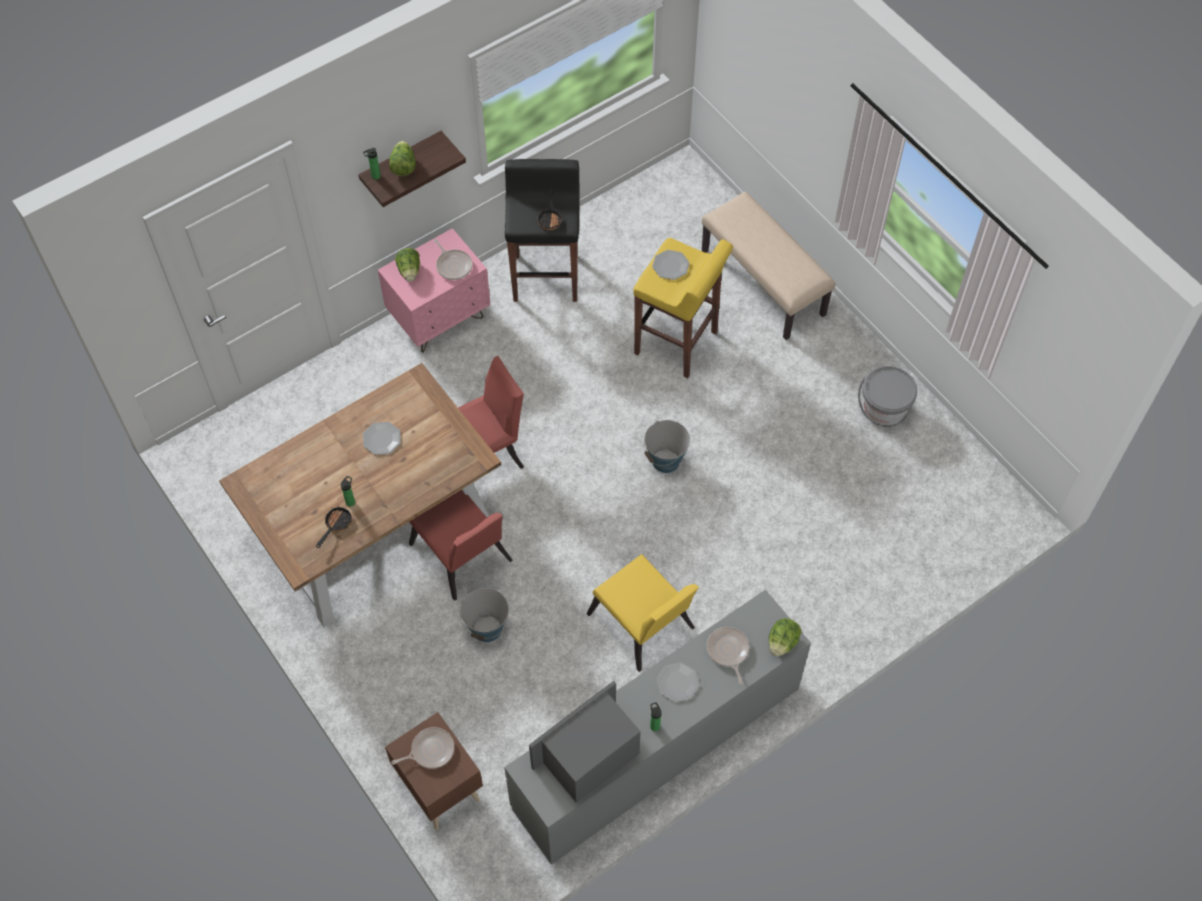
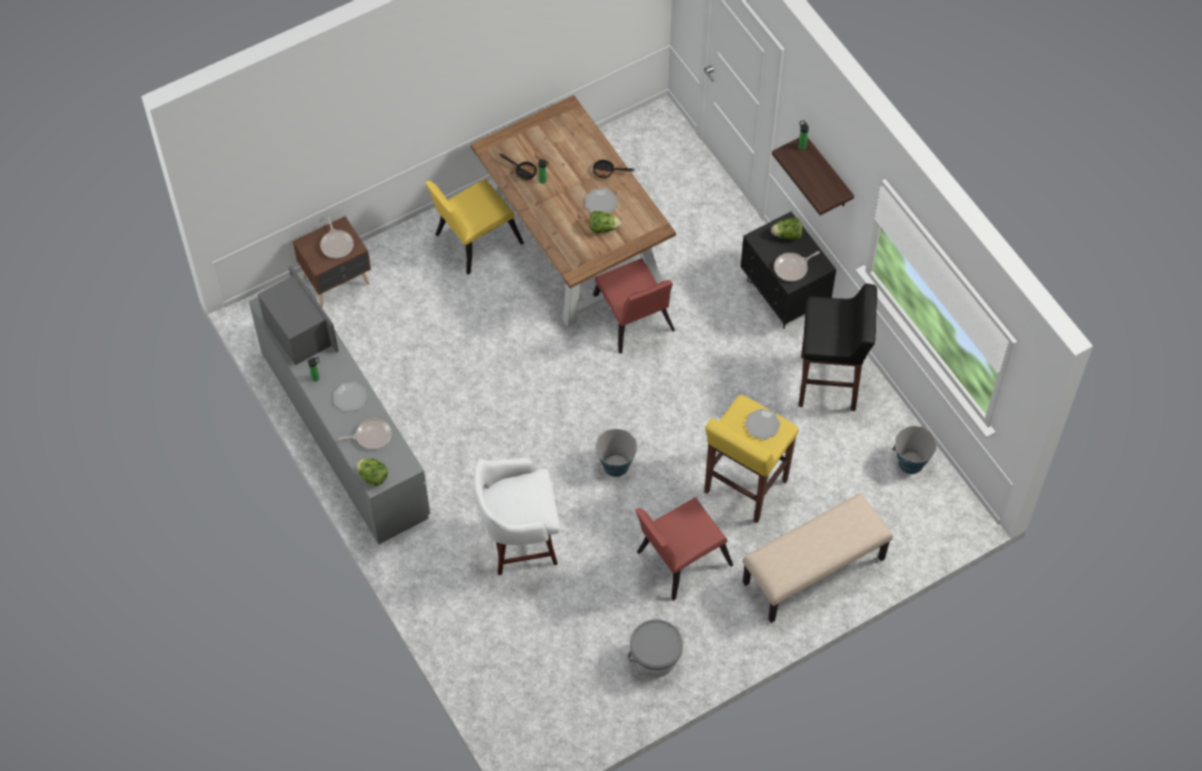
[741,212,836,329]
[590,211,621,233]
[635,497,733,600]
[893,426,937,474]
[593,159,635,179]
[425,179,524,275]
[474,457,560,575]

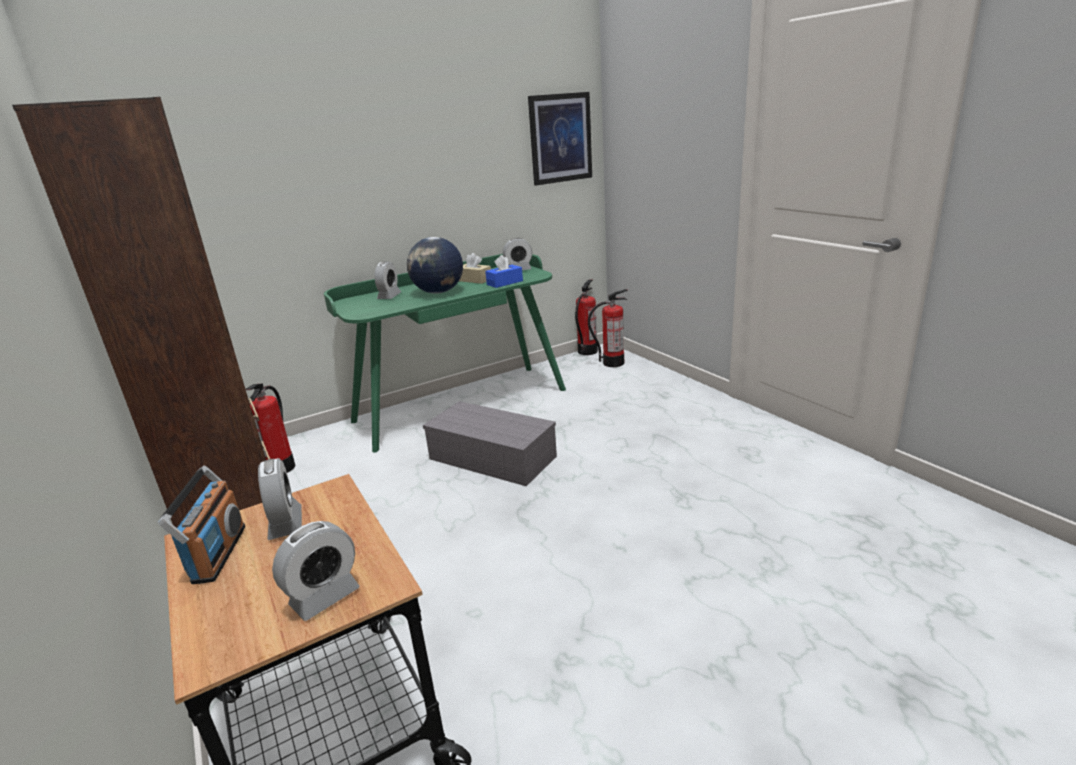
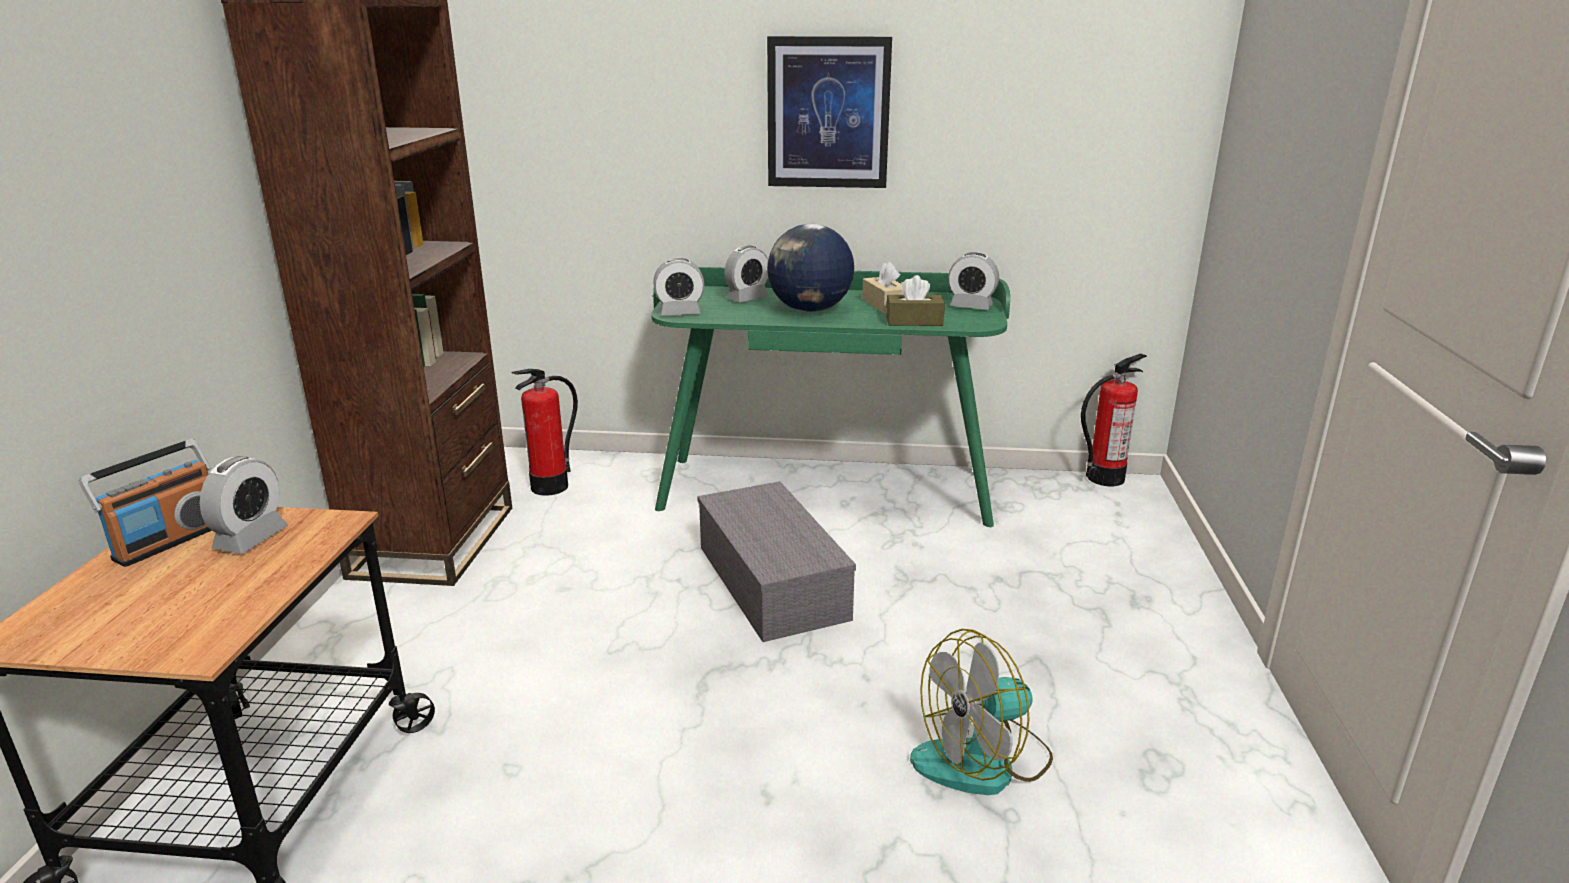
[653,258,705,316]
[886,275,945,326]
[767,36,892,188]
[588,289,628,367] (first image)
[910,629,1053,795]

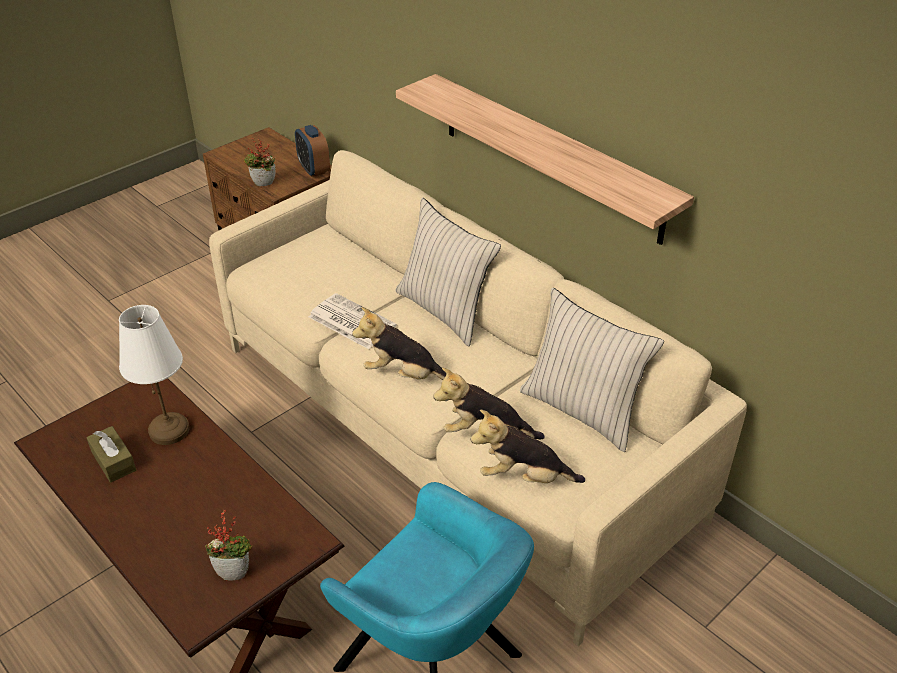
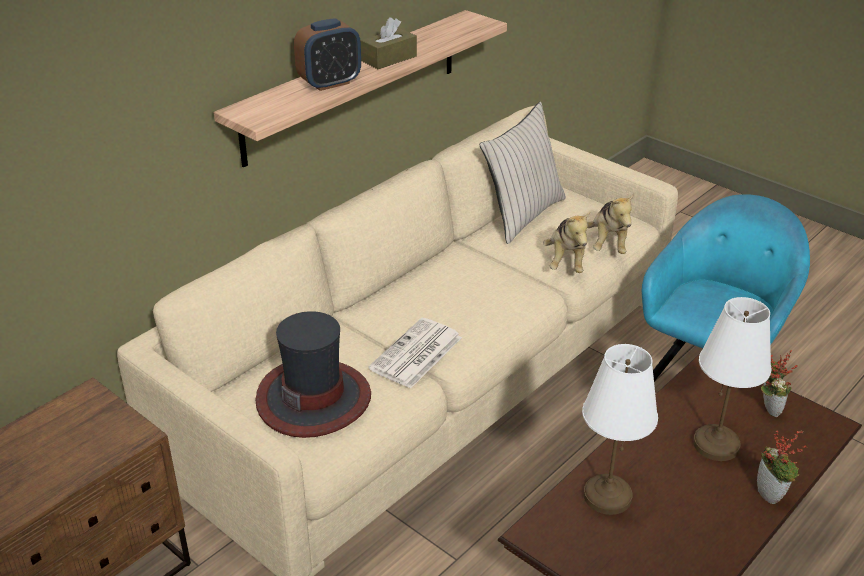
[361,17,417,69]
[757,430,807,504]
[294,18,361,91]
[352,307,446,380] (first image)
[395,197,501,346] (first image)
[255,311,371,438]
[693,297,771,461]

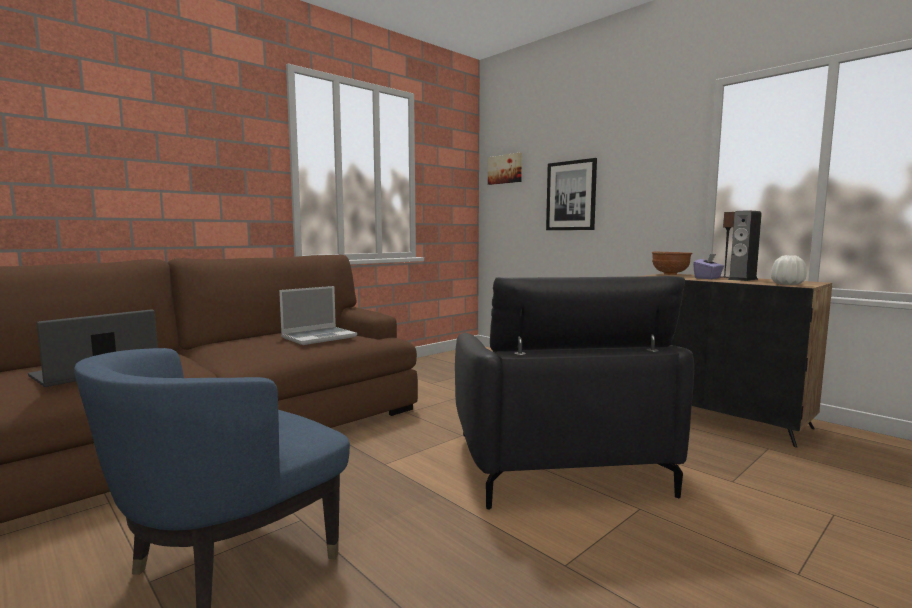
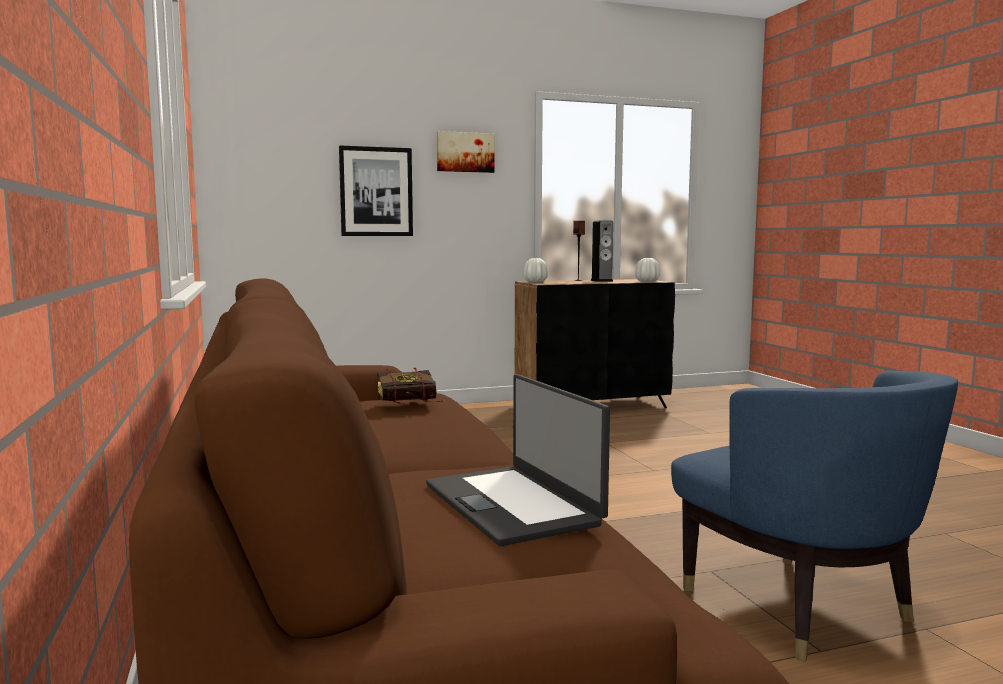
[377,368,444,404]
[455,276,694,510] (first image)
[437,131,494,173]
[524,258,548,282]
[693,254,724,279] (first image)

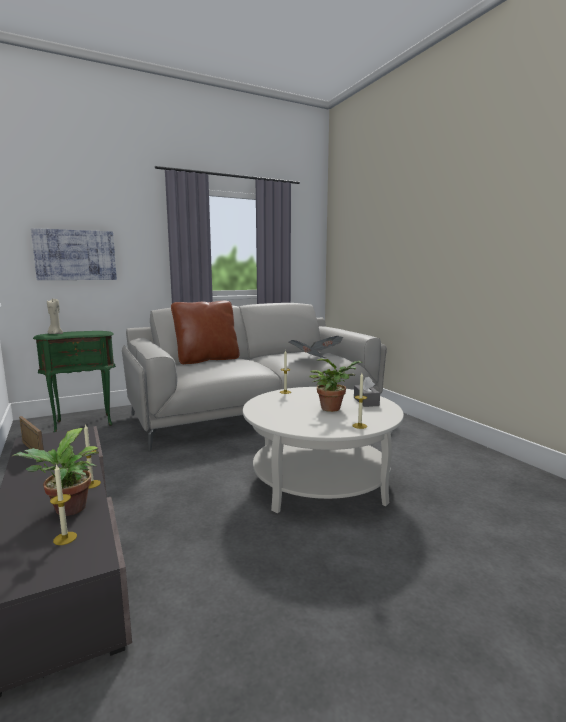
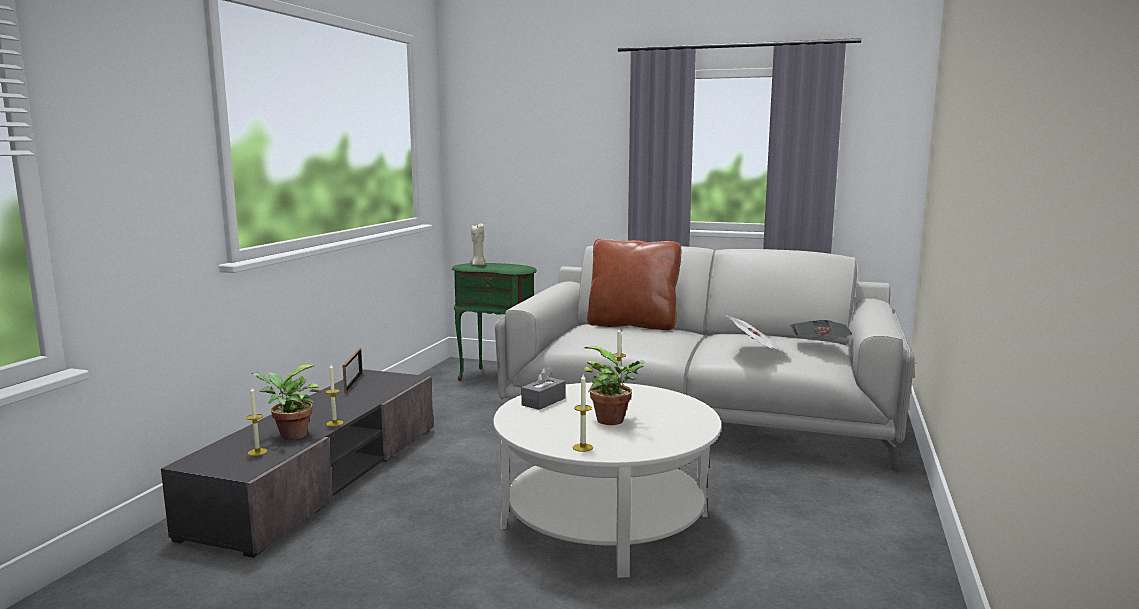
[31,228,117,280] (first image)
[521,367,565,410]

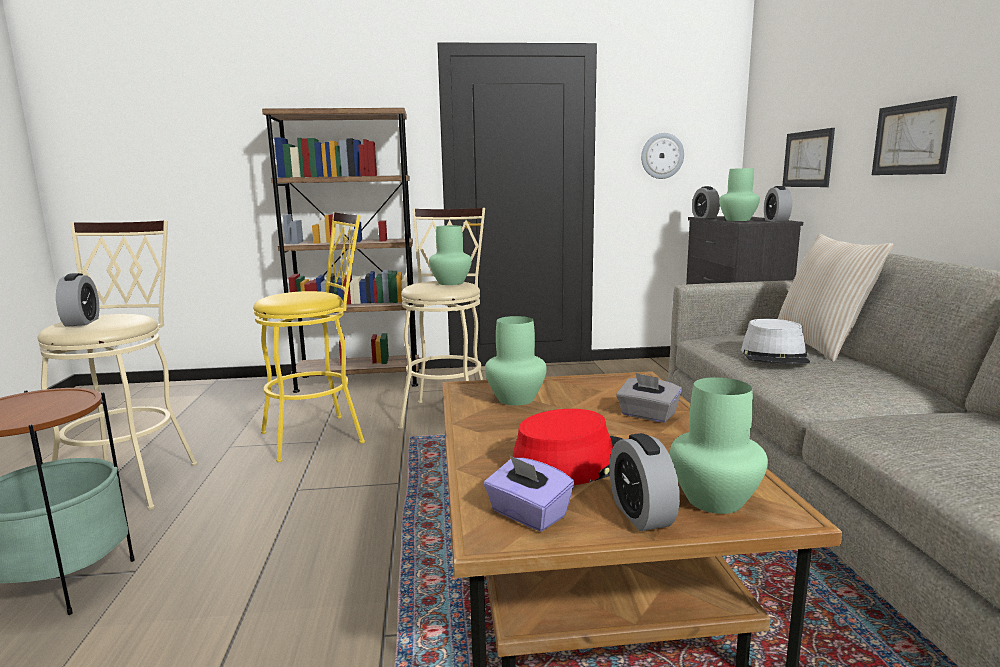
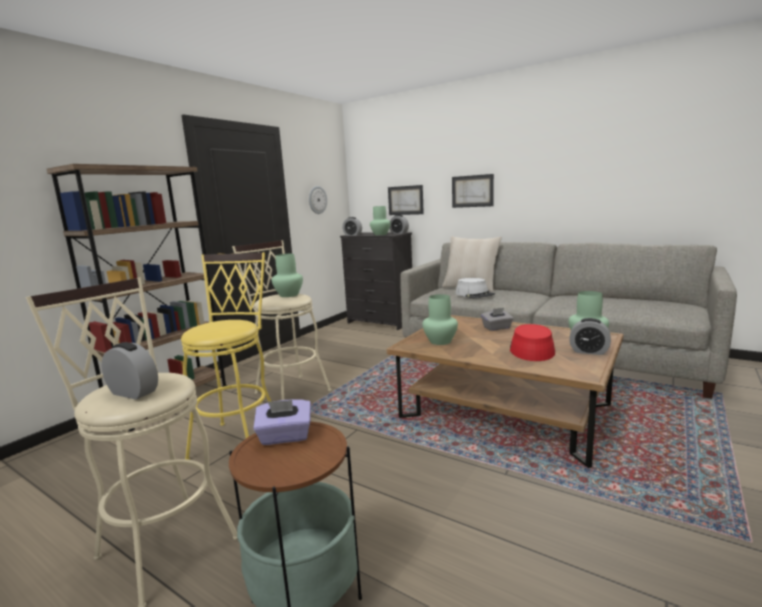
[253,399,311,445]

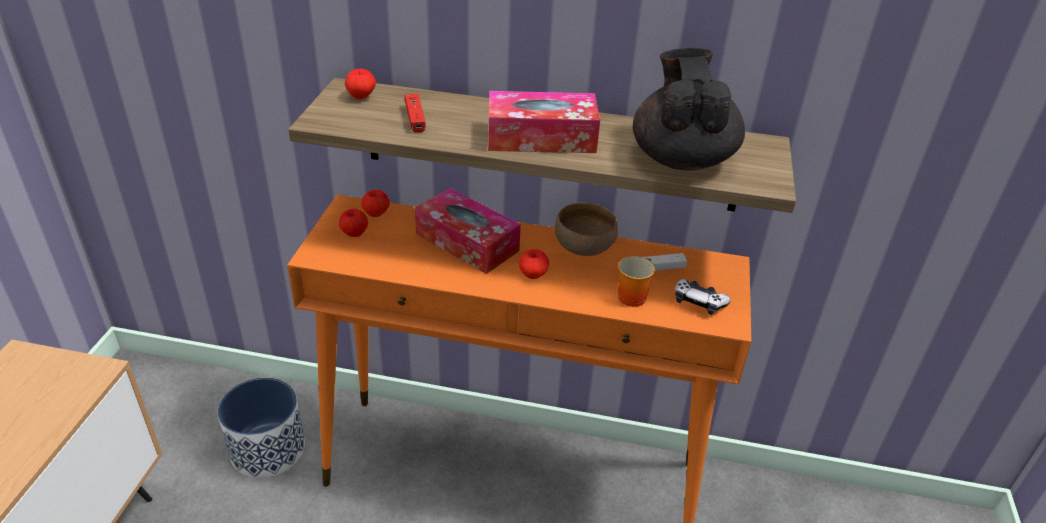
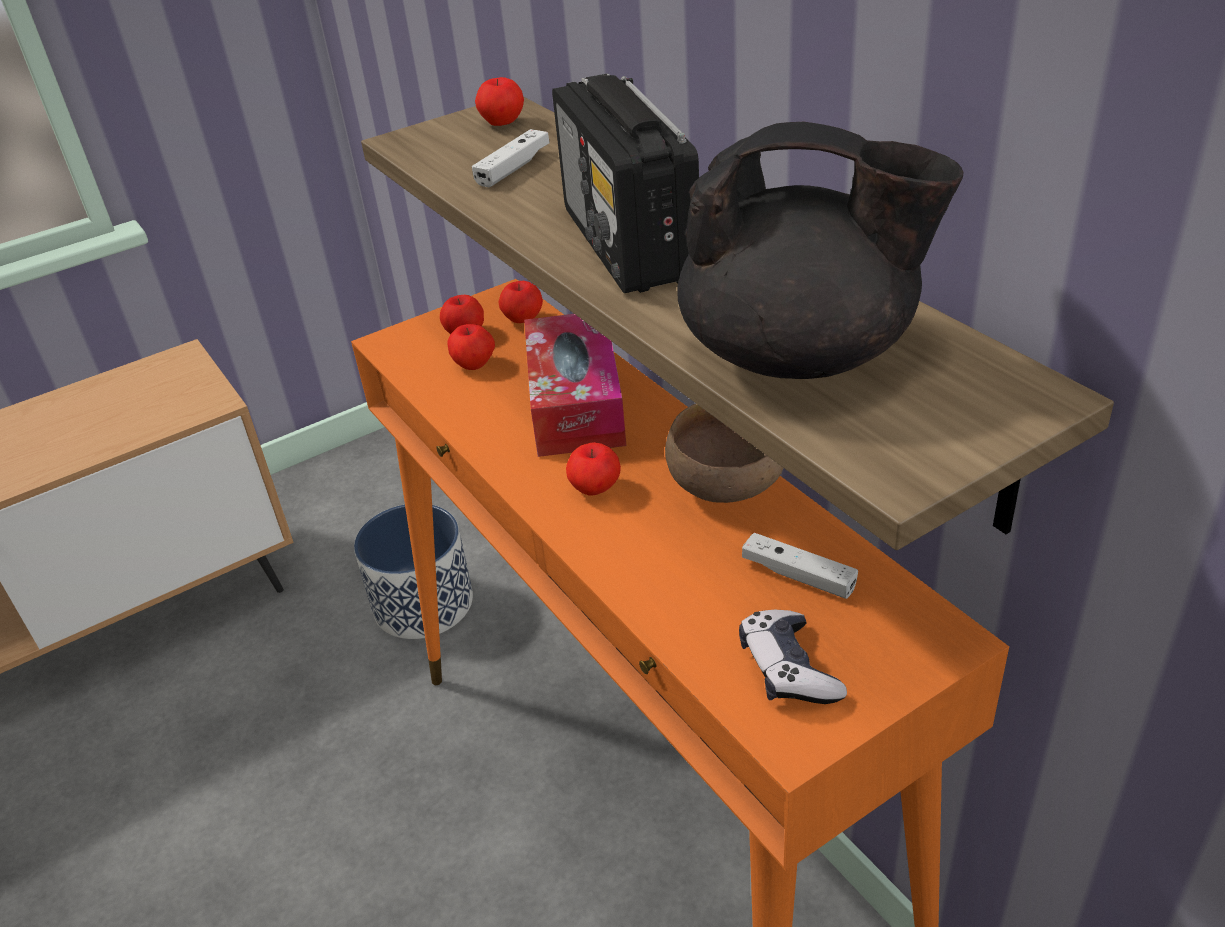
[472,129,550,187]
[552,74,699,293]
[618,256,655,307] (first image)
[677,122,964,379]
[447,324,495,370]

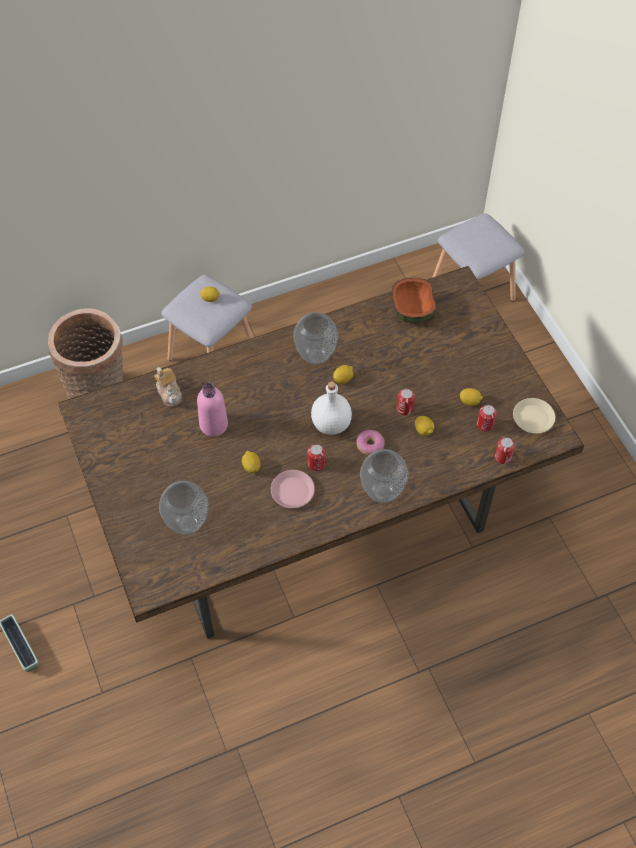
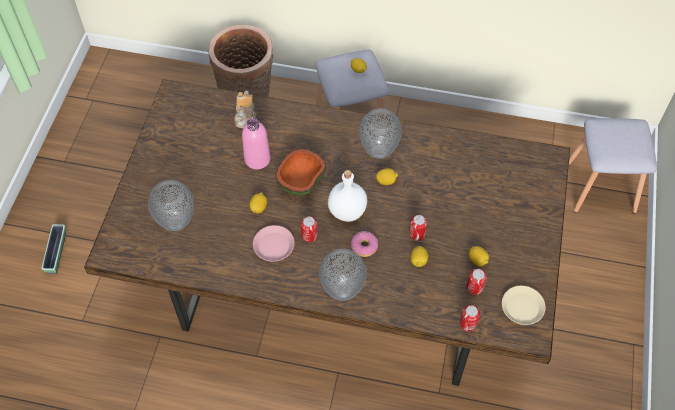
[275,149,326,196]

